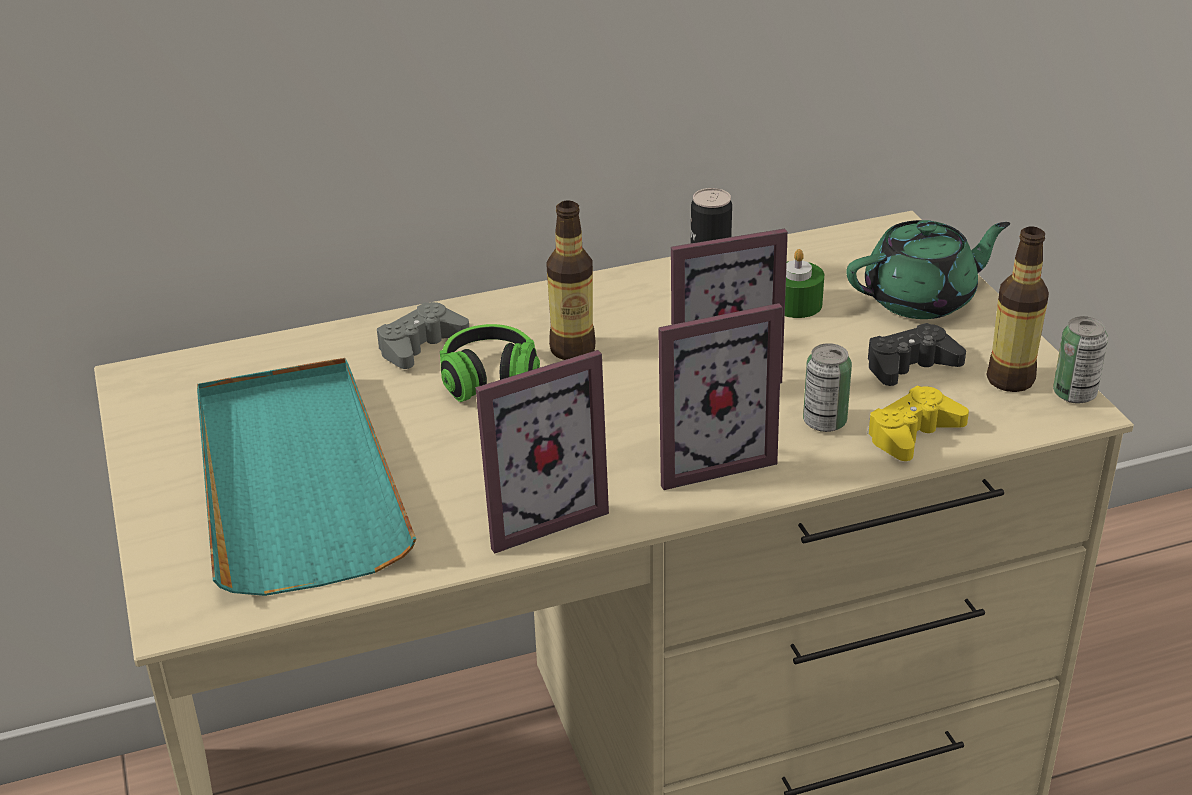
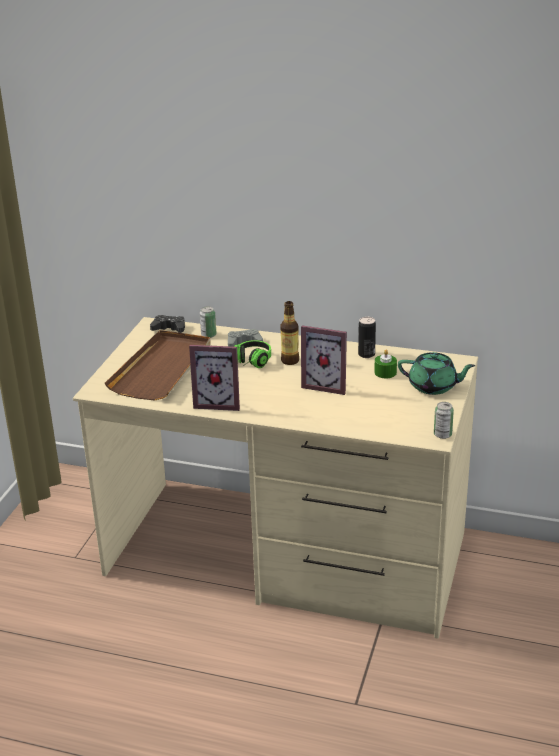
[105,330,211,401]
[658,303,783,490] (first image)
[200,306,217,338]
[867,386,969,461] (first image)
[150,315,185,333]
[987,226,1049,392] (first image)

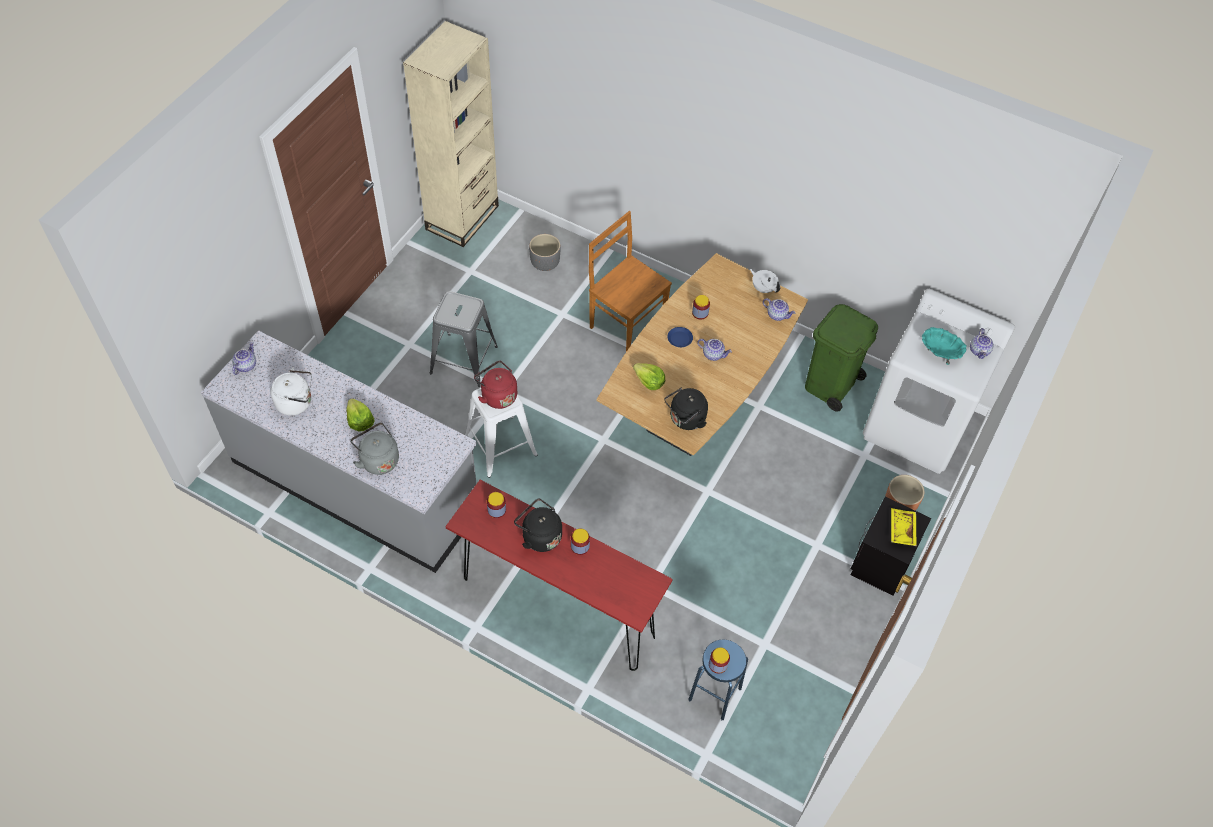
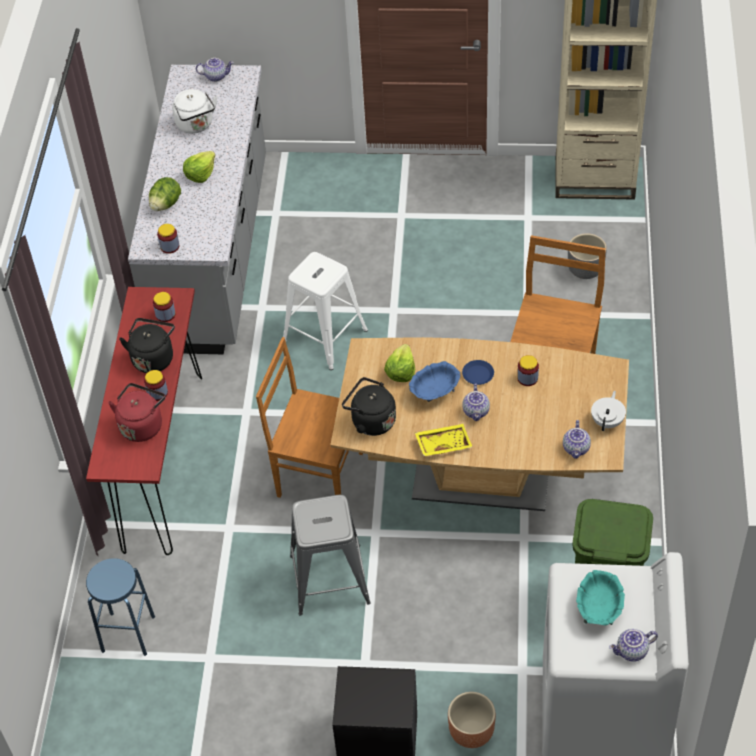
[149,177,181,211]
[290,495,371,616]
[108,383,165,442]
[157,224,179,254]
[415,424,472,456]
[256,337,363,498]
[409,361,460,402]

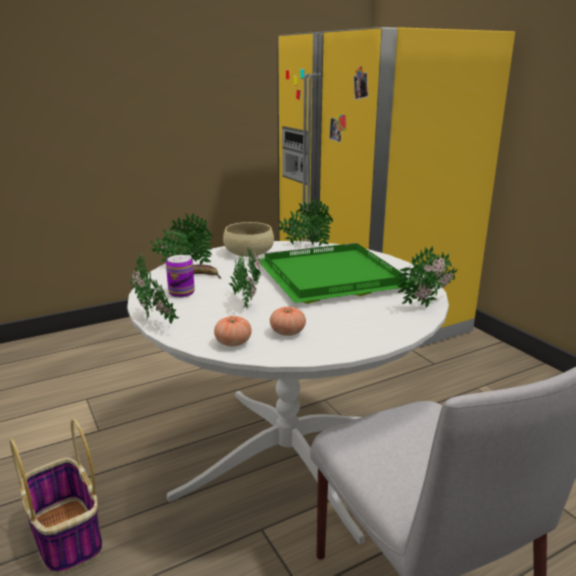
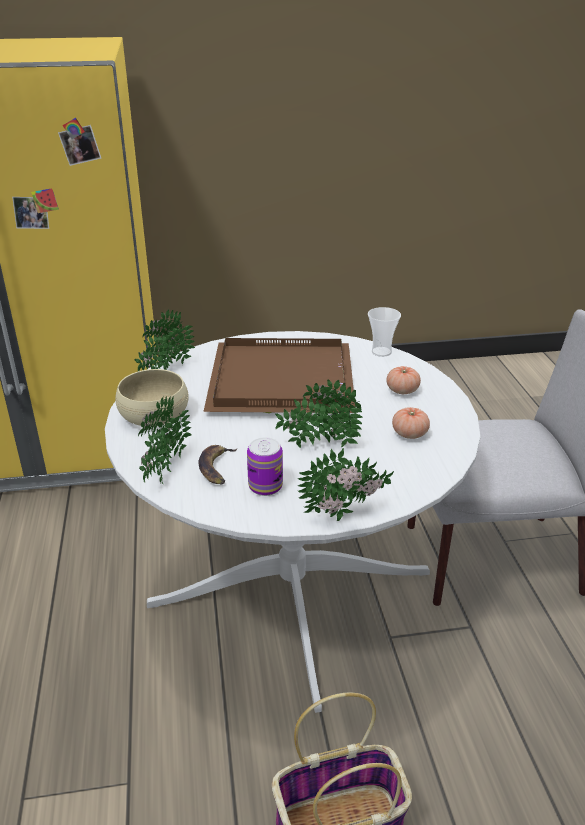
[386,366,421,394]
[203,338,356,414]
[368,307,401,357]

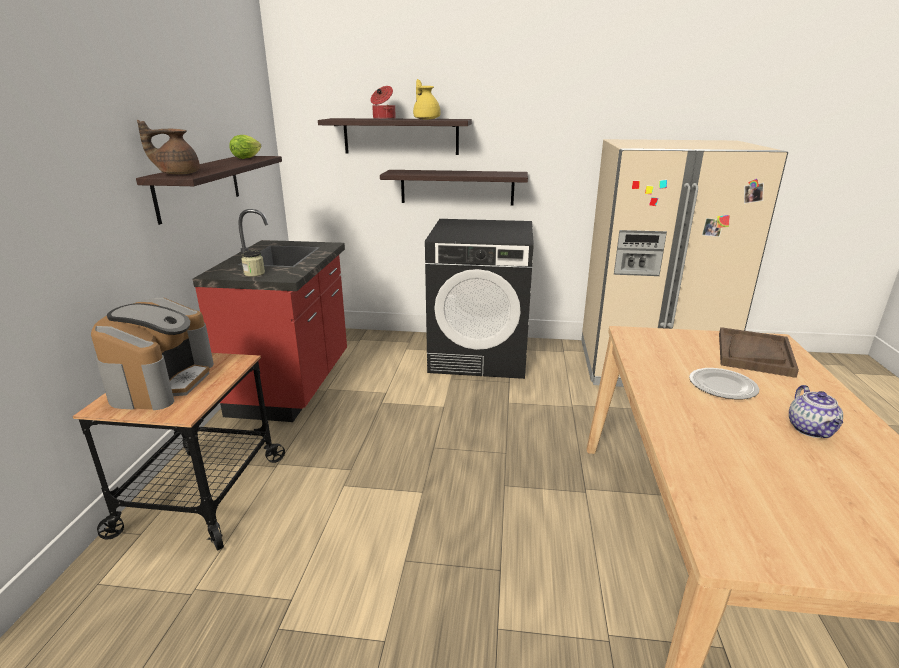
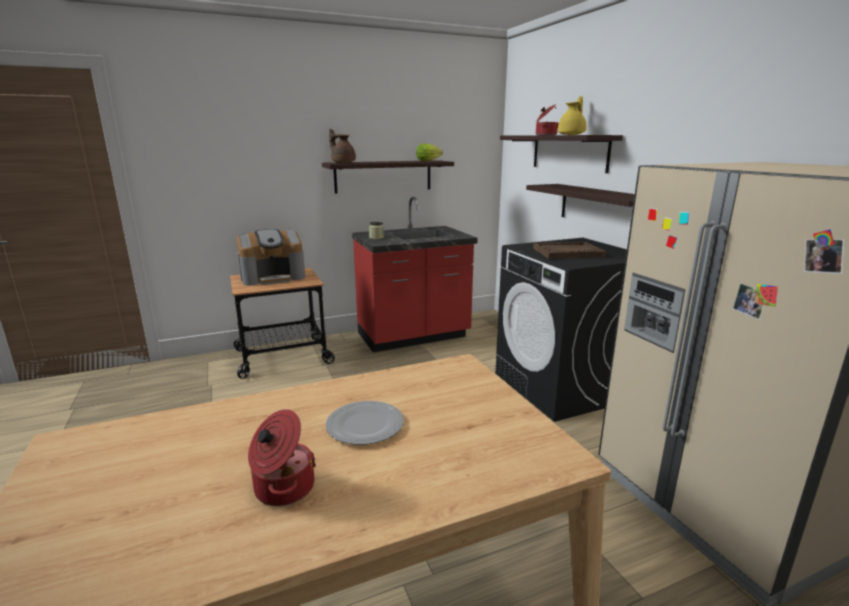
[533,242,606,259]
[248,409,316,506]

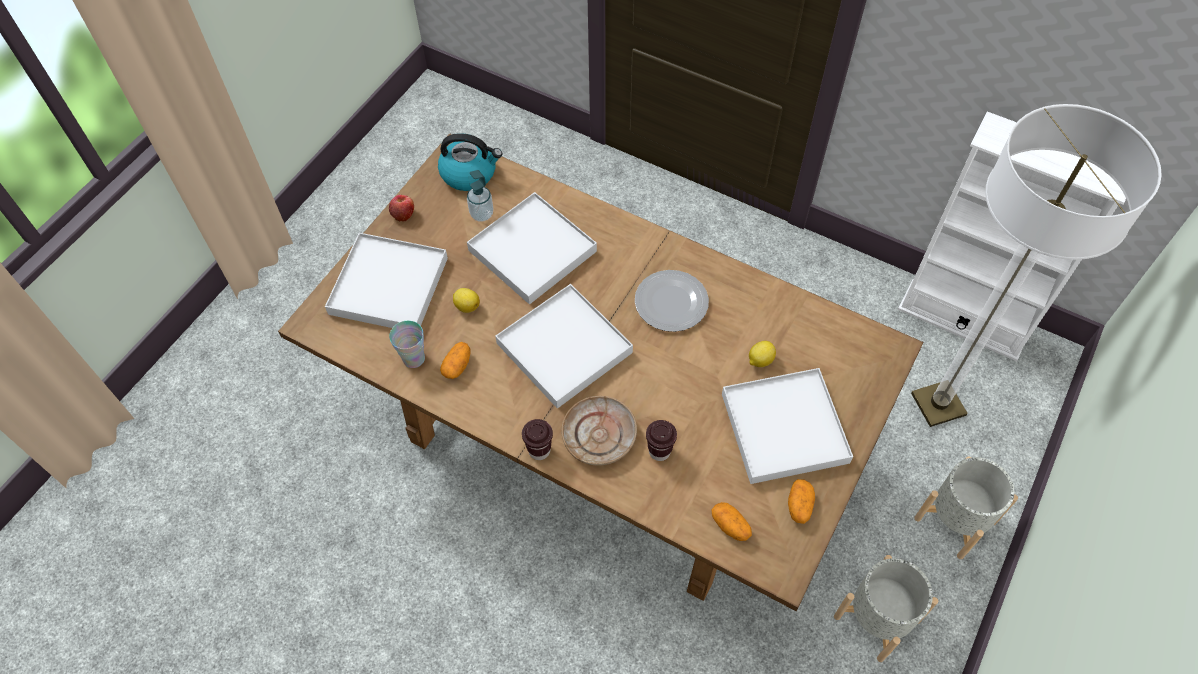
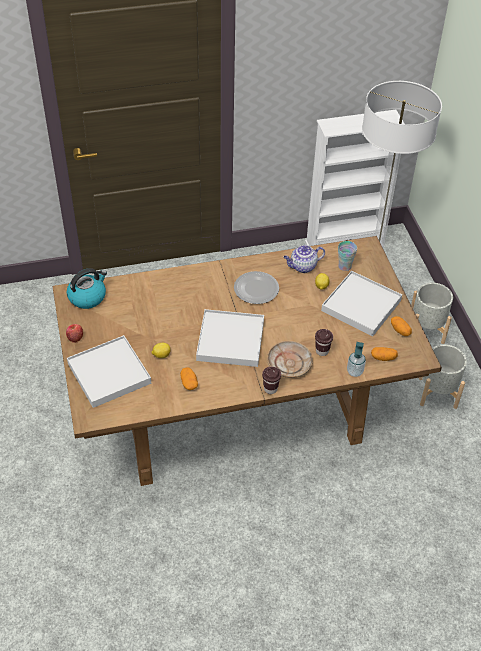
[338,241,357,271]
[347,342,366,377]
[467,192,597,305] (first image)
[283,245,325,273]

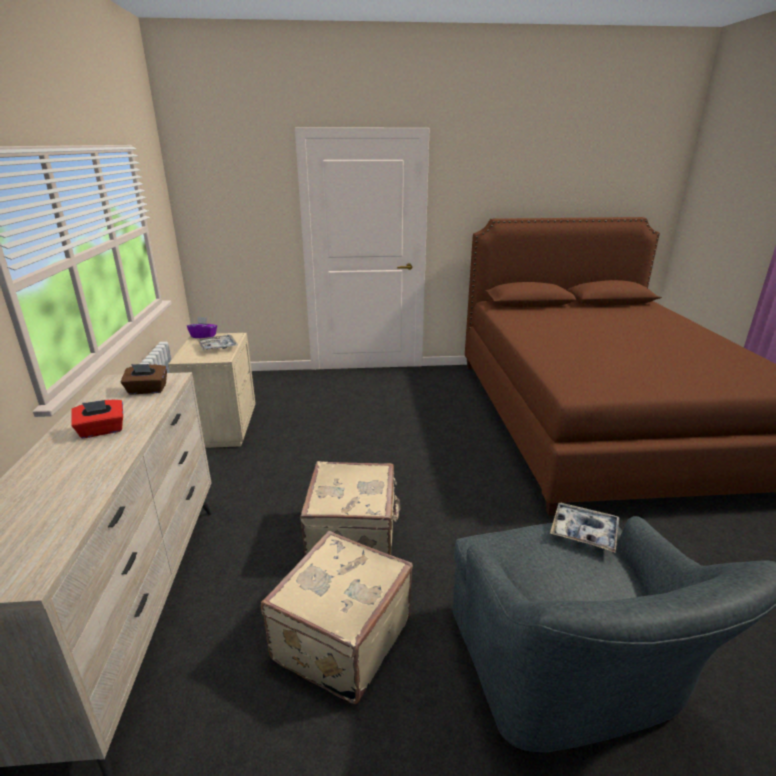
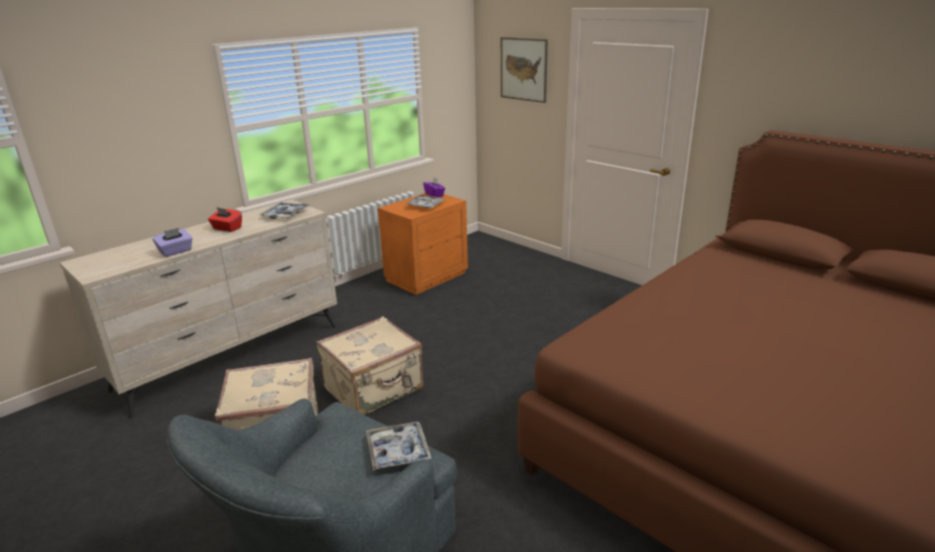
[259,202,310,219]
[378,193,468,295]
[152,228,193,257]
[501,37,548,103]

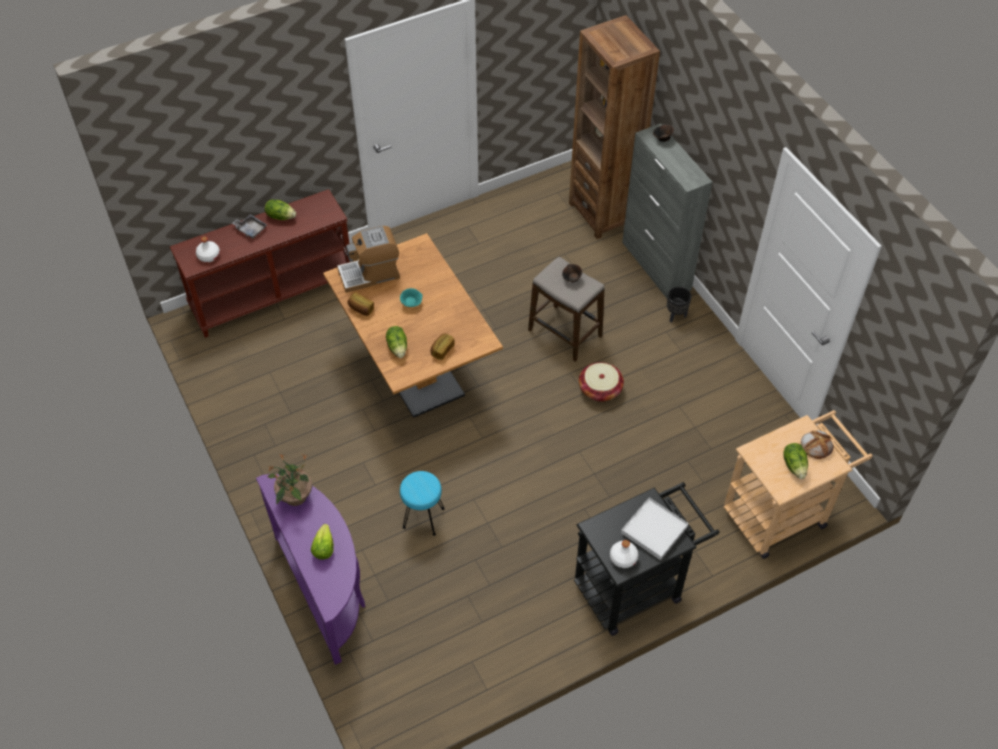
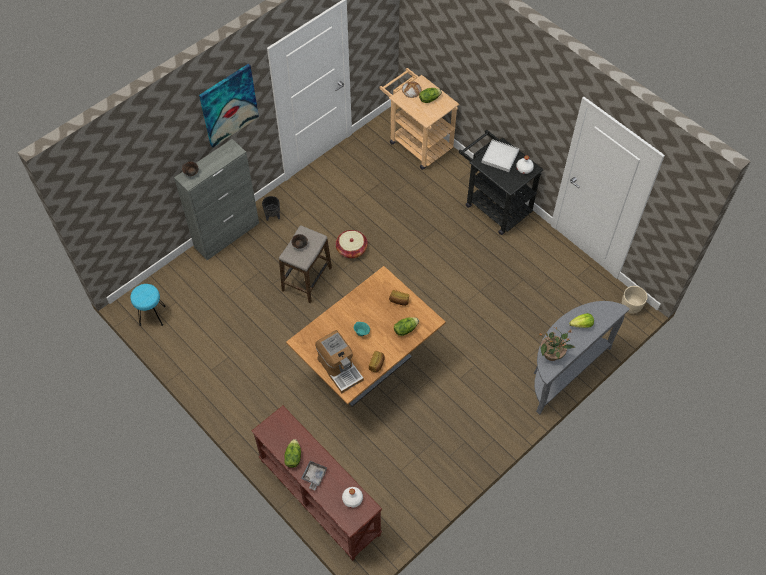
[534,301,630,415]
[130,284,165,326]
[569,15,660,239] (first image)
[199,64,259,148]
[622,286,648,314]

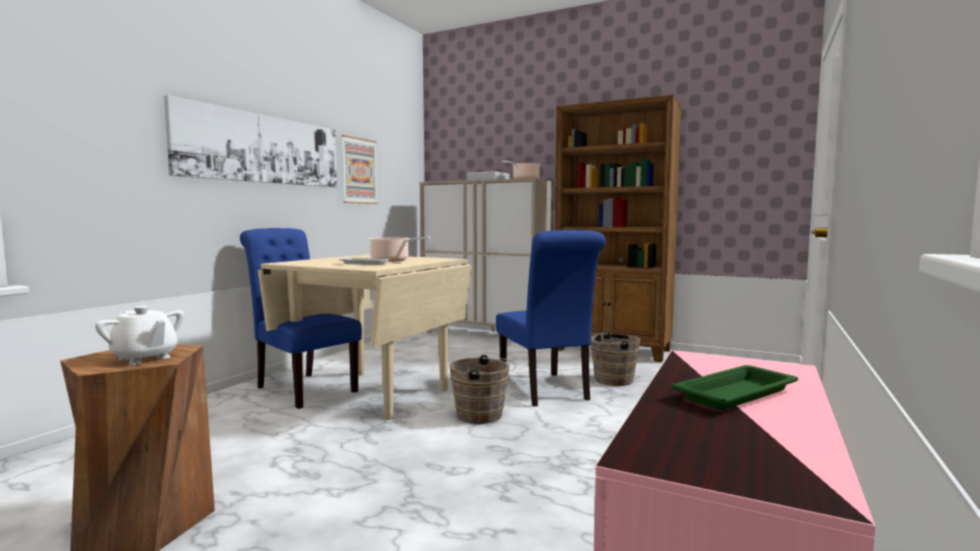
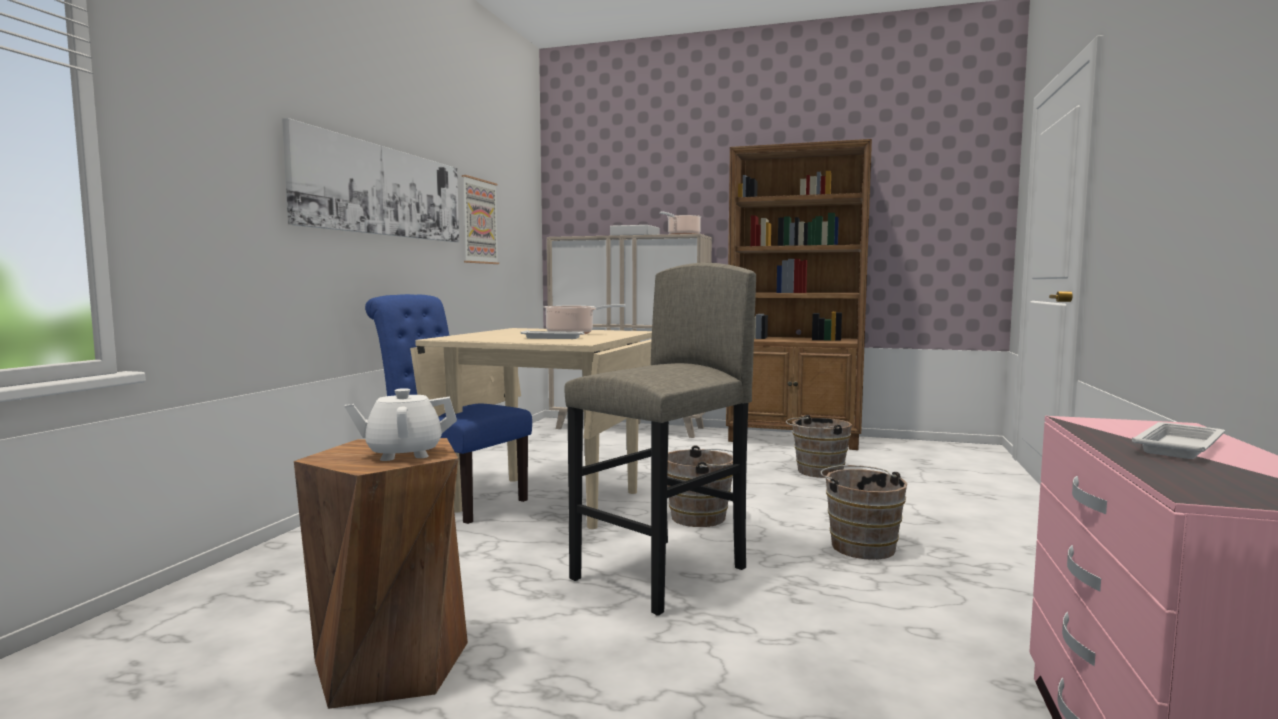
[345,388,457,461]
[496,230,606,406] (first image)
[1132,422,1225,459]
[565,263,756,616]
[821,465,907,560]

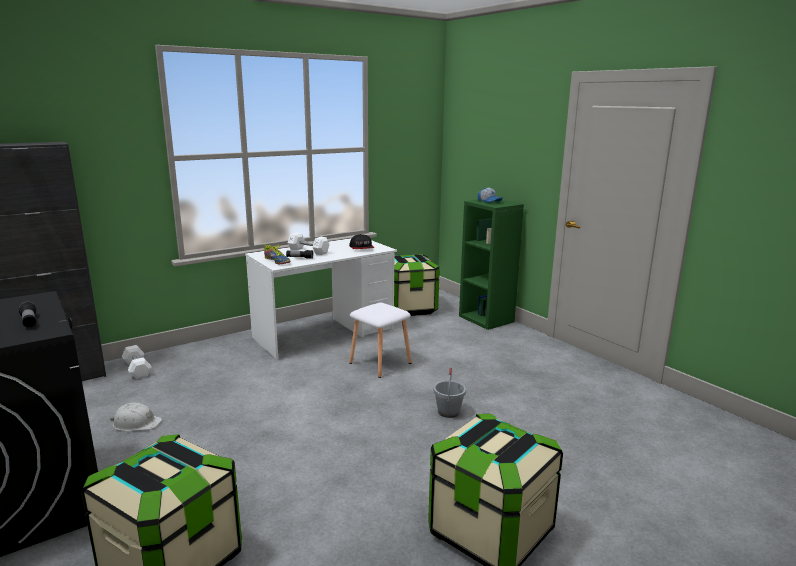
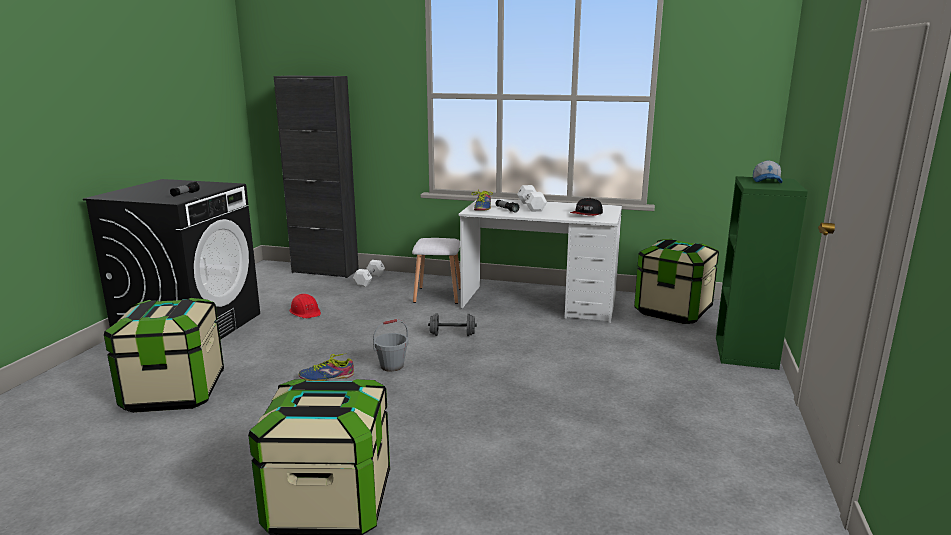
[290,294,321,318]
[412,238,461,304]
[373,319,409,372]
[298,353,354,381]
[428,313,477,336]

